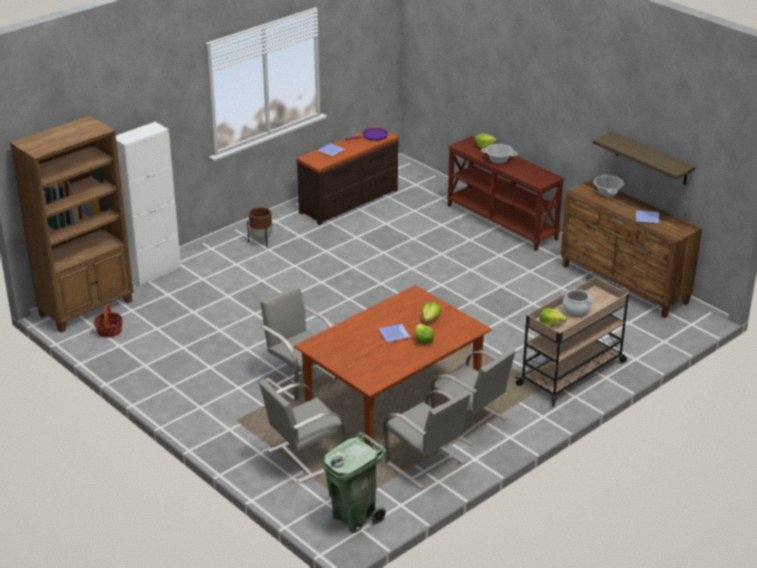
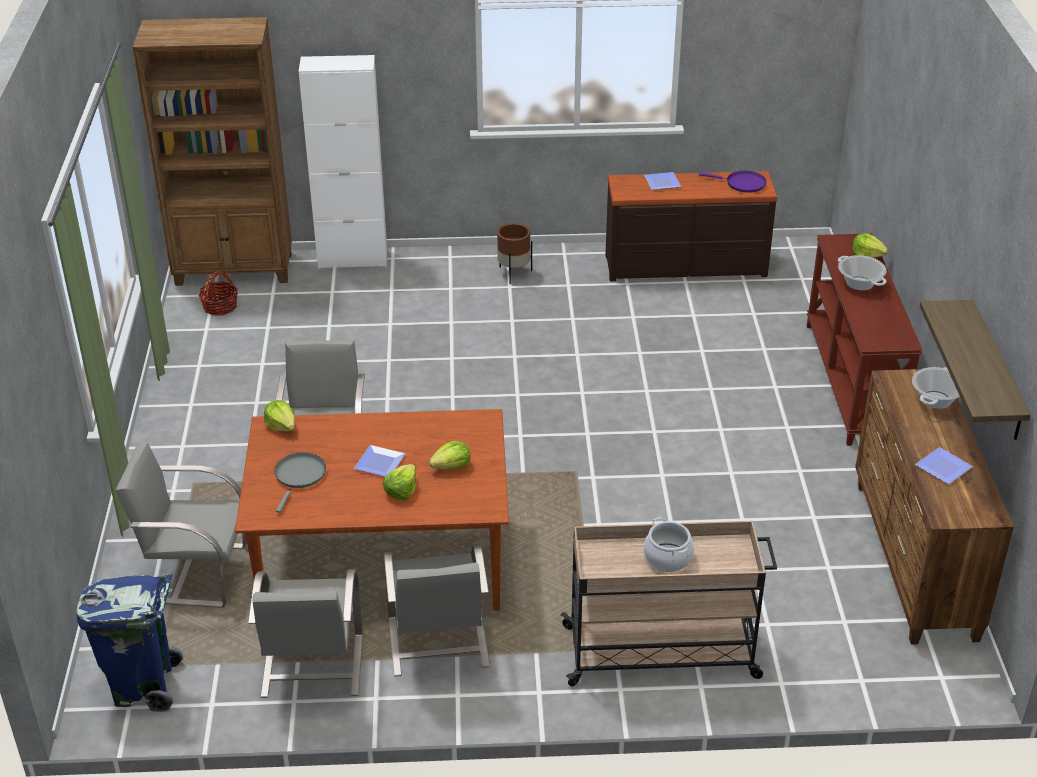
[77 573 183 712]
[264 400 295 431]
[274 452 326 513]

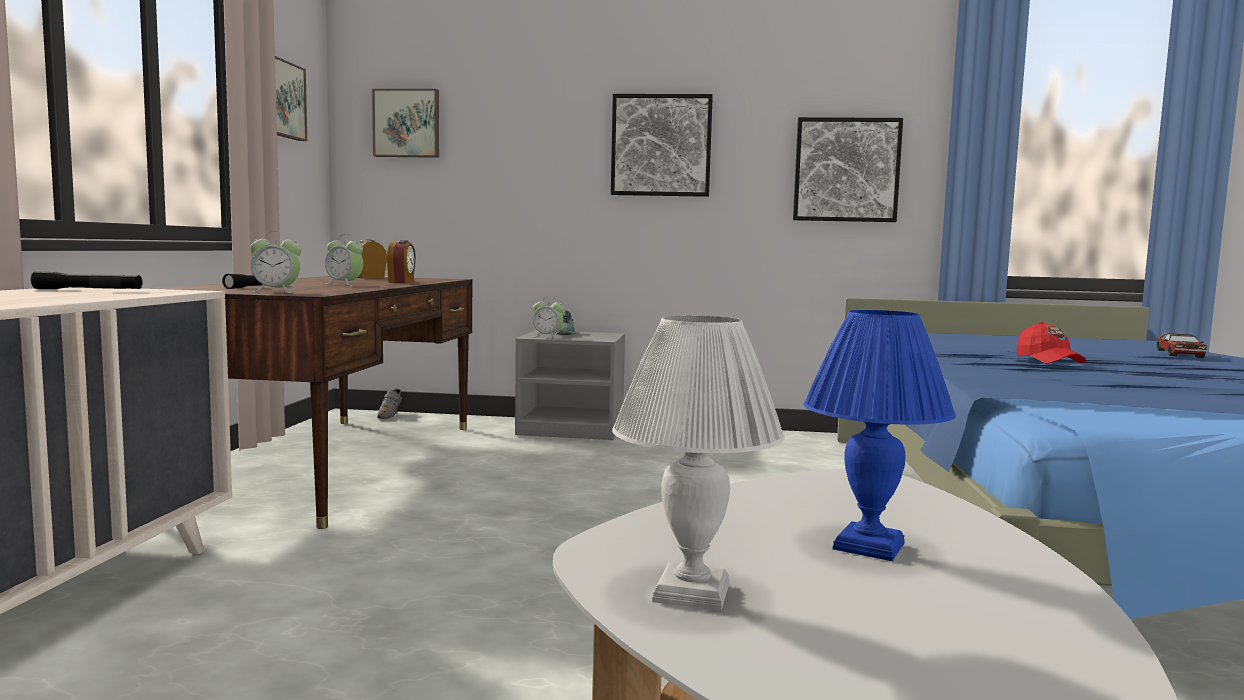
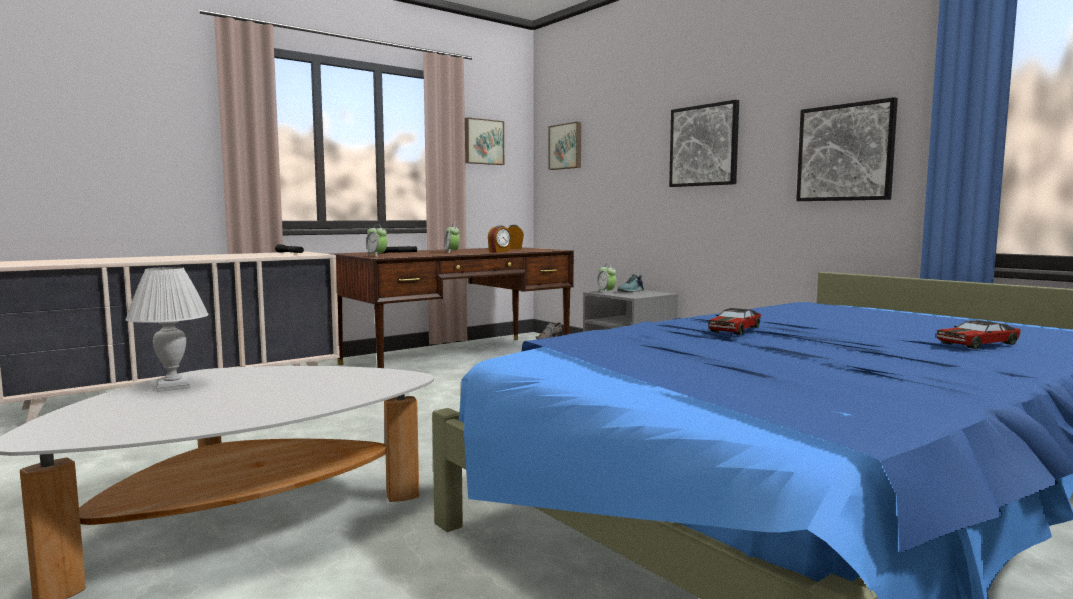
[709 308 761 335]
[803 310 956 561] (first image)

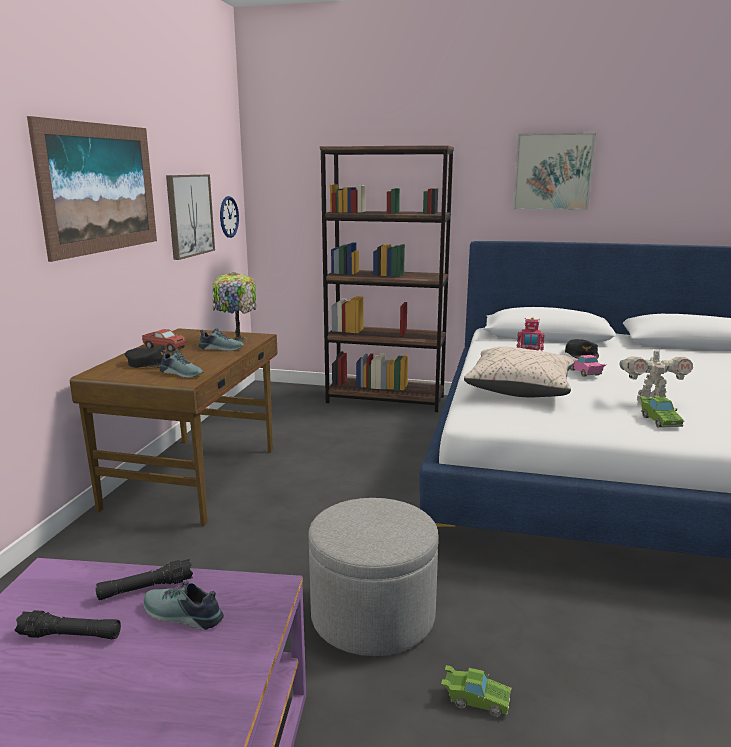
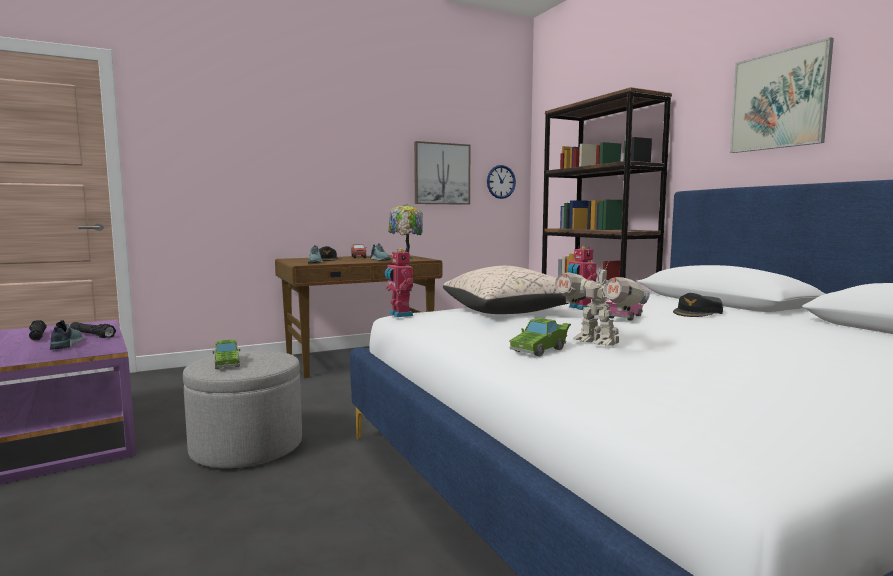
[213 339 240 369]
[385 248 413 317]
[27 116 157 262] (first image)

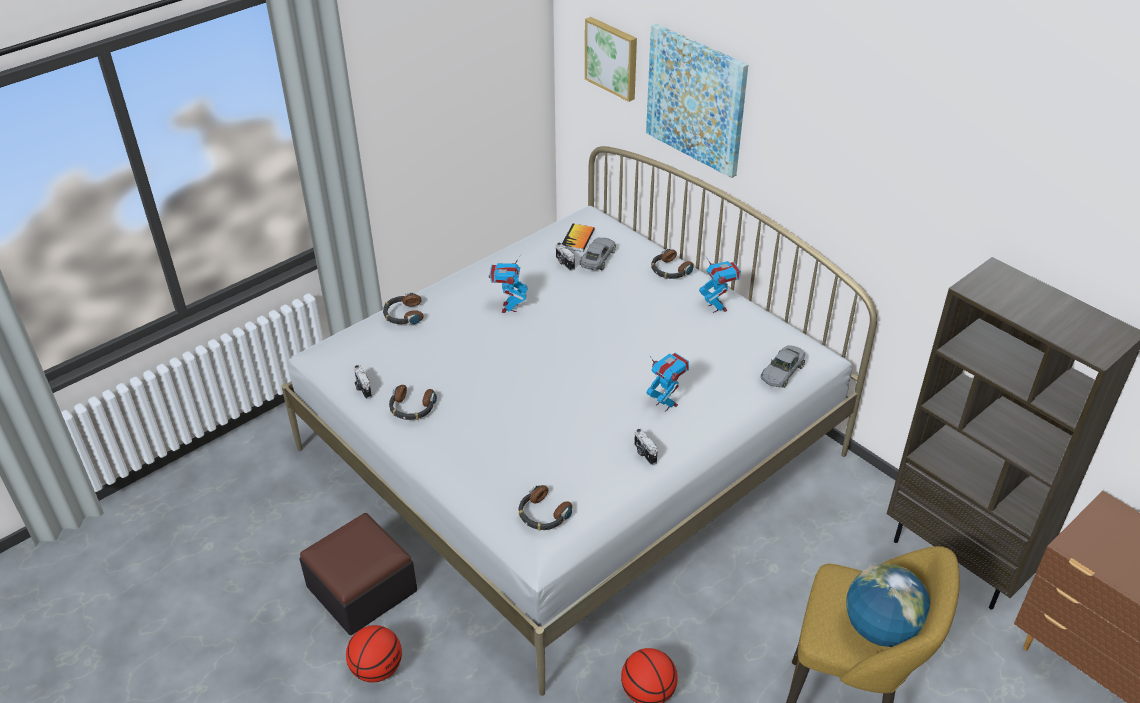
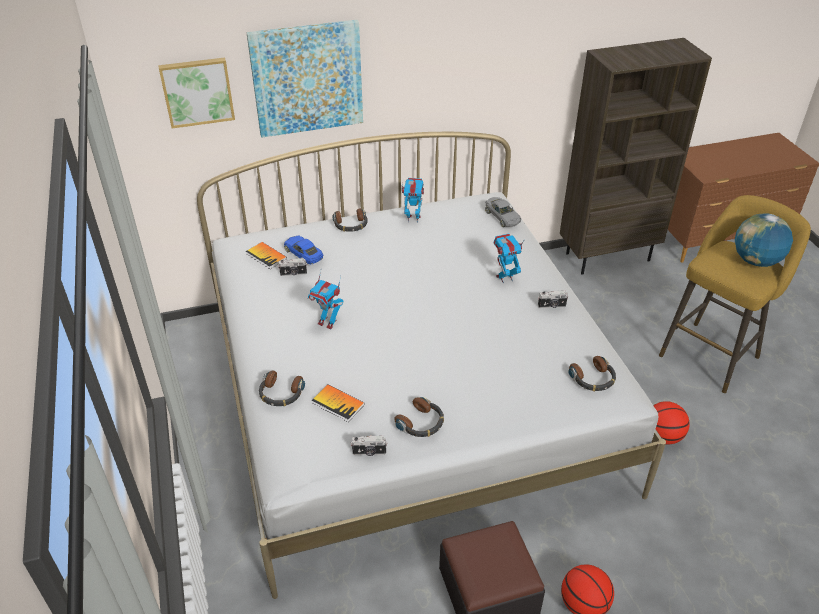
[284 235 324 265]
[312 384 365 422]

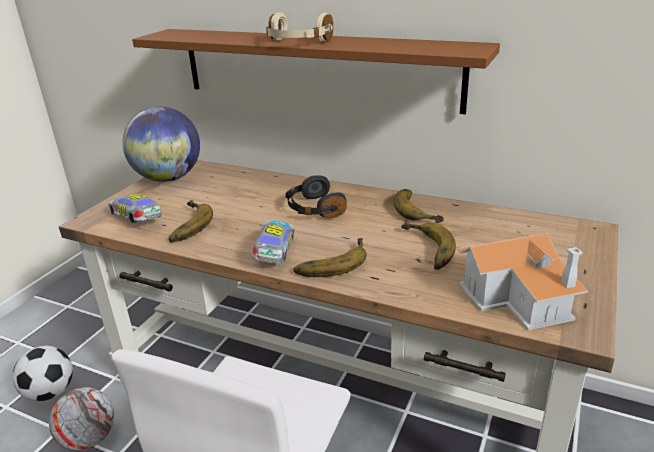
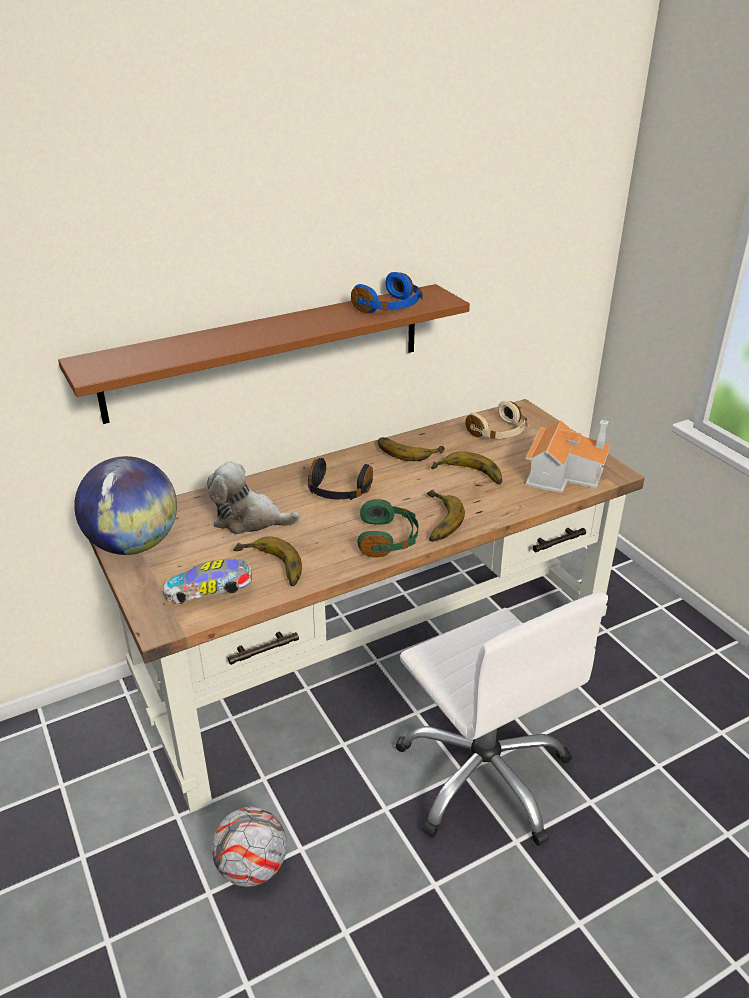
[207 462 300 535]
[351 272 423 313]
[358 499 418 557]
[465 401 528 439]
[12 346 73 401] (first image)

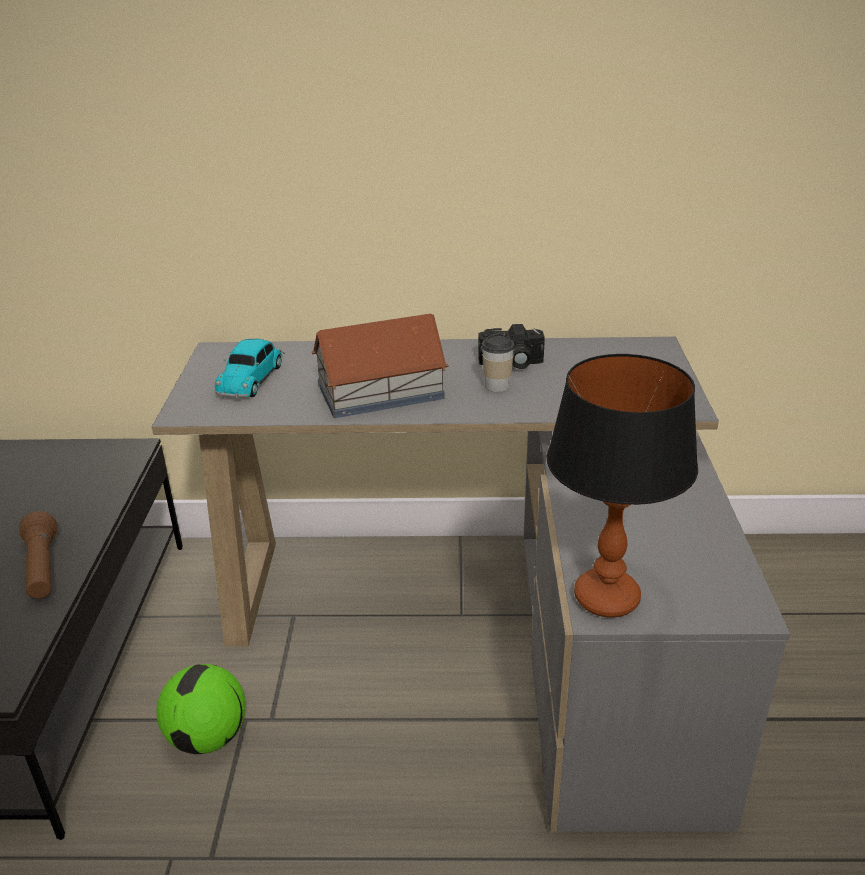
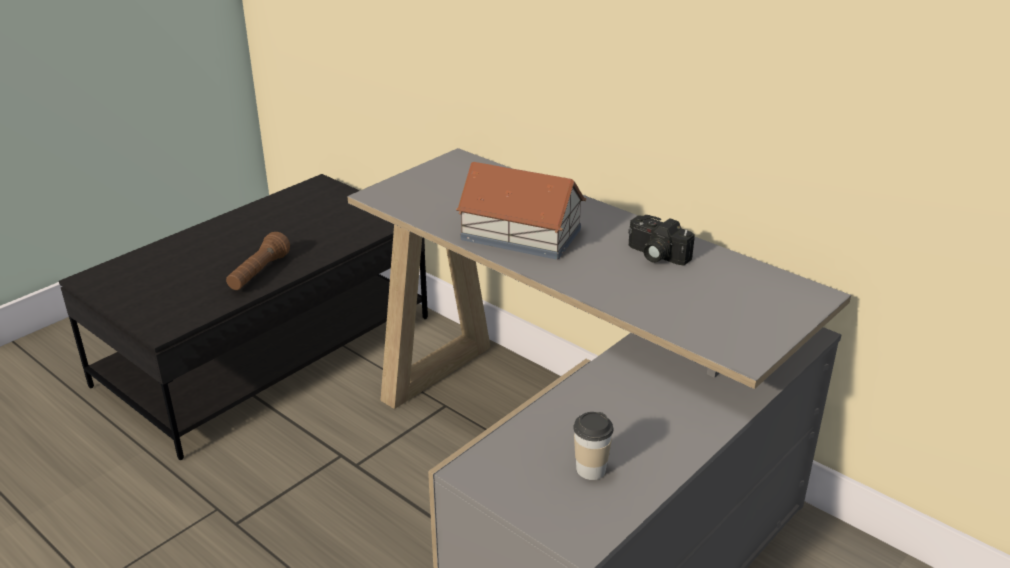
[573 412 613 480]
[156 664 246 754] (first image)
[214 339 285 398] (first image)
[547 354 698 618] (first image)

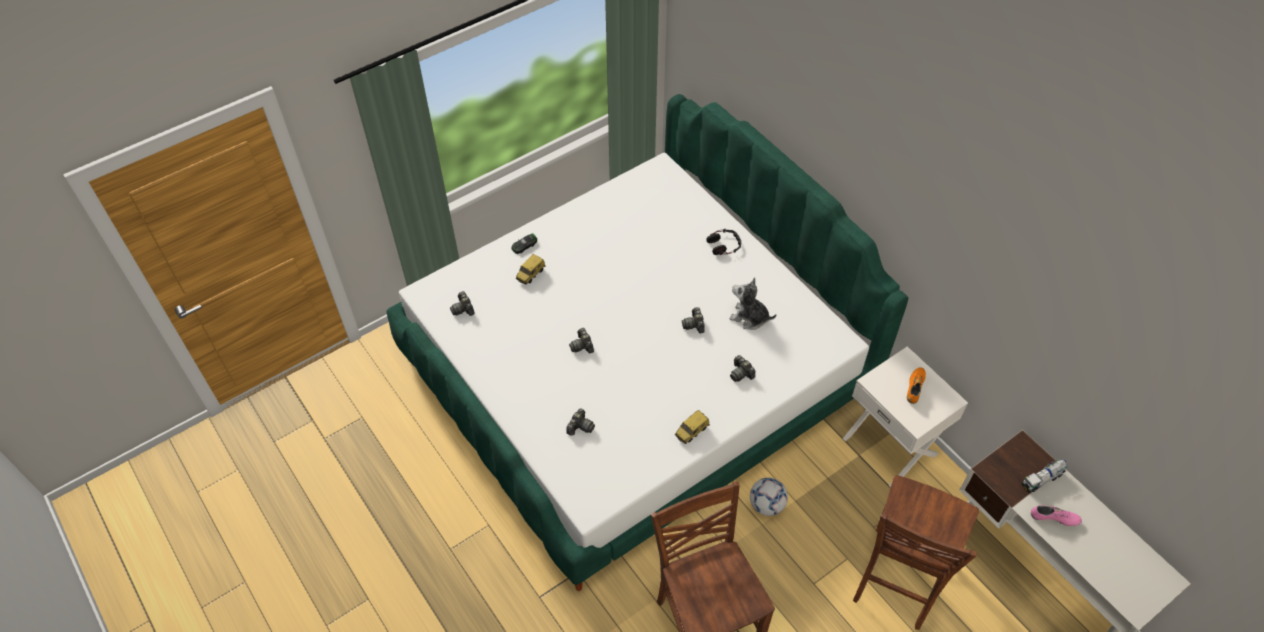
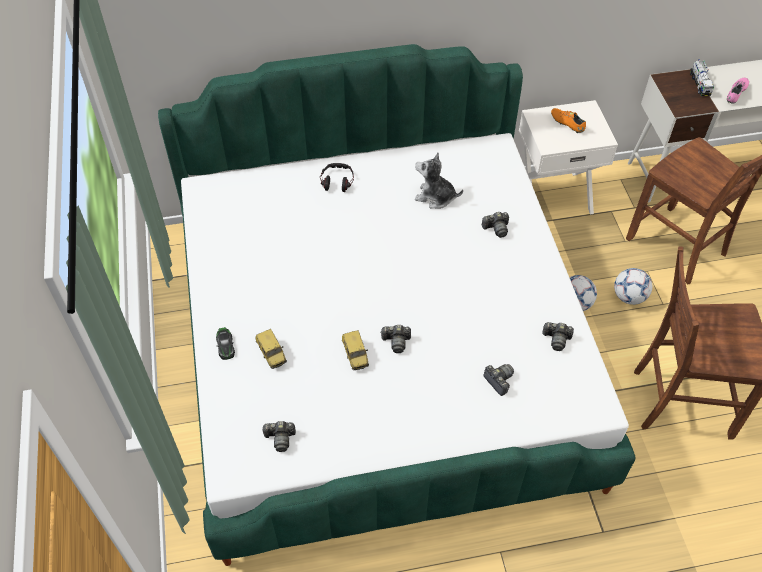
[342 330 369 370]
[415 153 463 209]
[542 322 574 351]
[614 268 652 305]

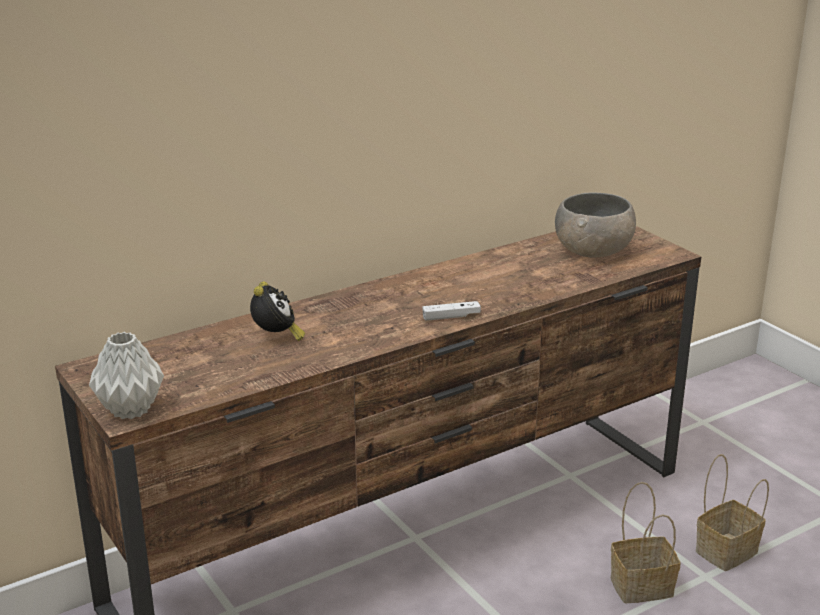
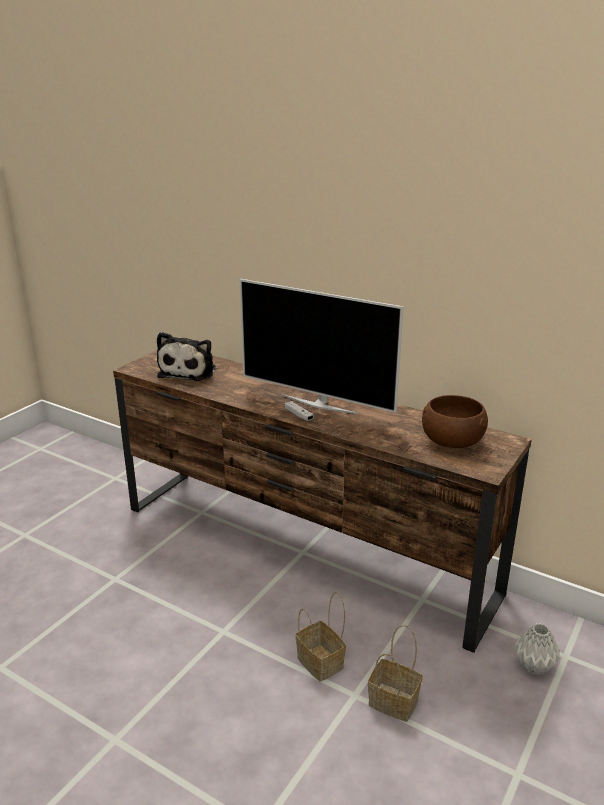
[157 332 216 381]
[239 279 404 415]
[422 395 488 448]
[514 624 560 675]
[250 282 305 341] (first image)

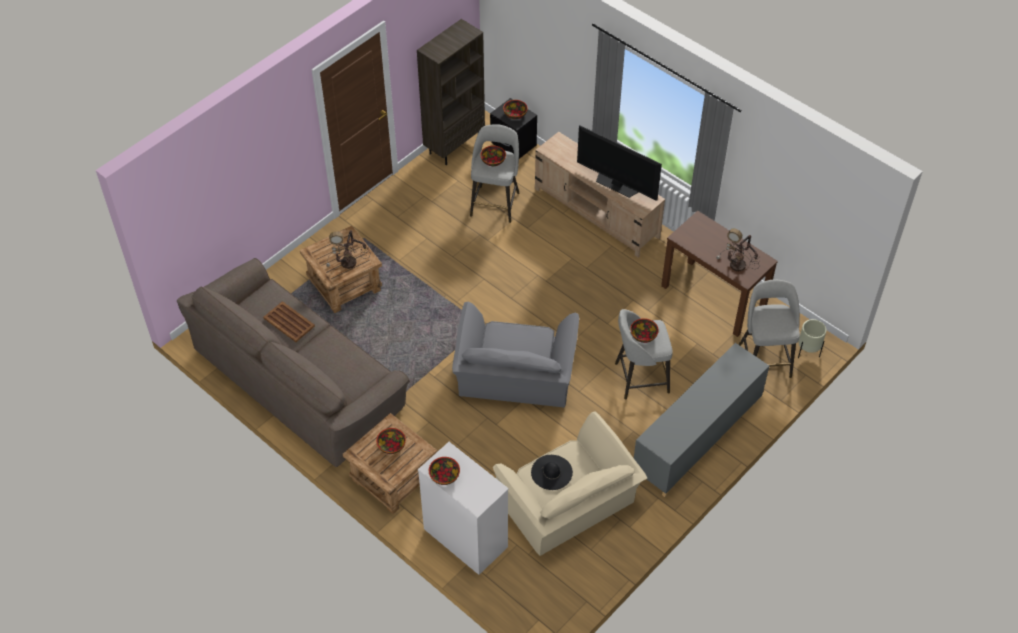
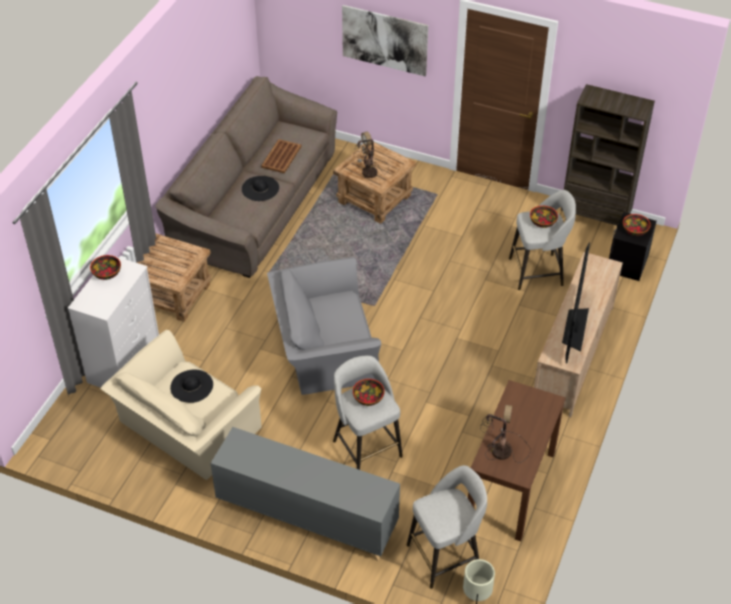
[242 176 279 201]
[342 5 428 77]
[376 428 406 454] (first image)

